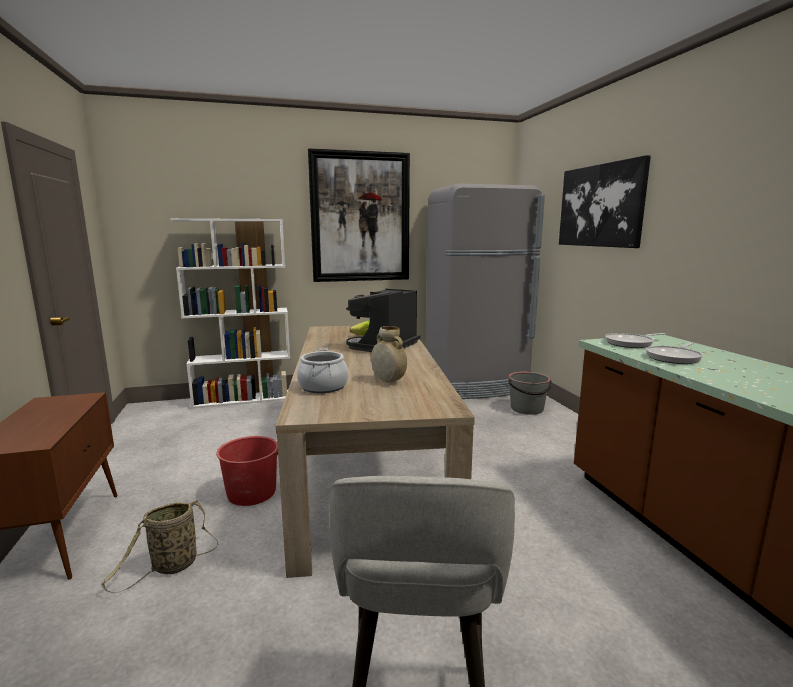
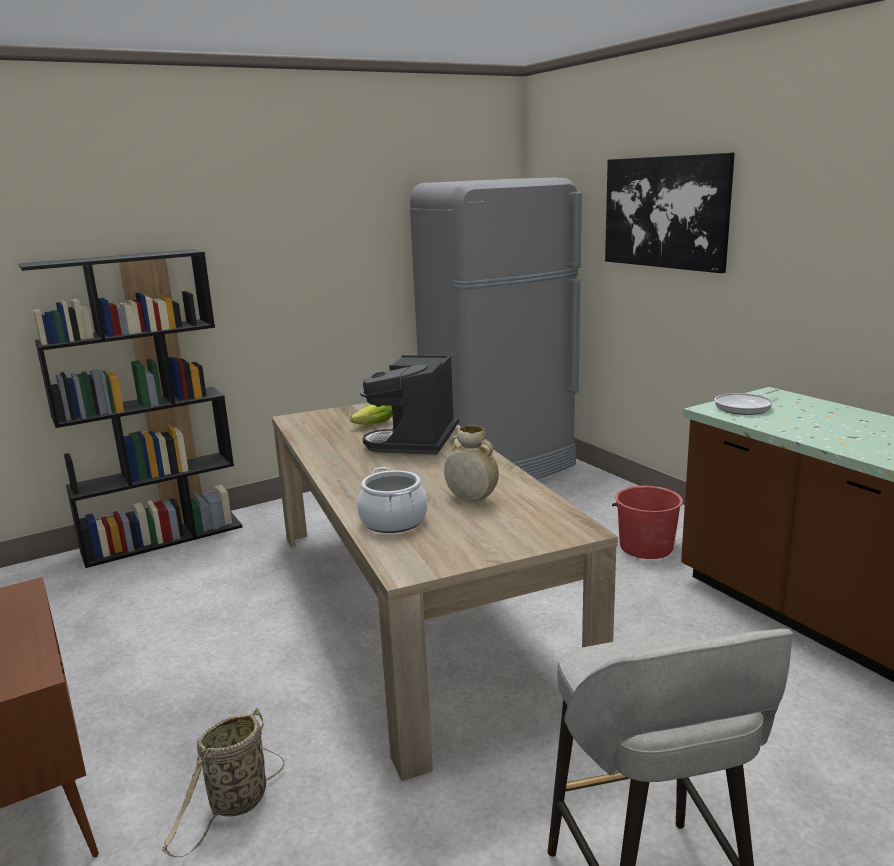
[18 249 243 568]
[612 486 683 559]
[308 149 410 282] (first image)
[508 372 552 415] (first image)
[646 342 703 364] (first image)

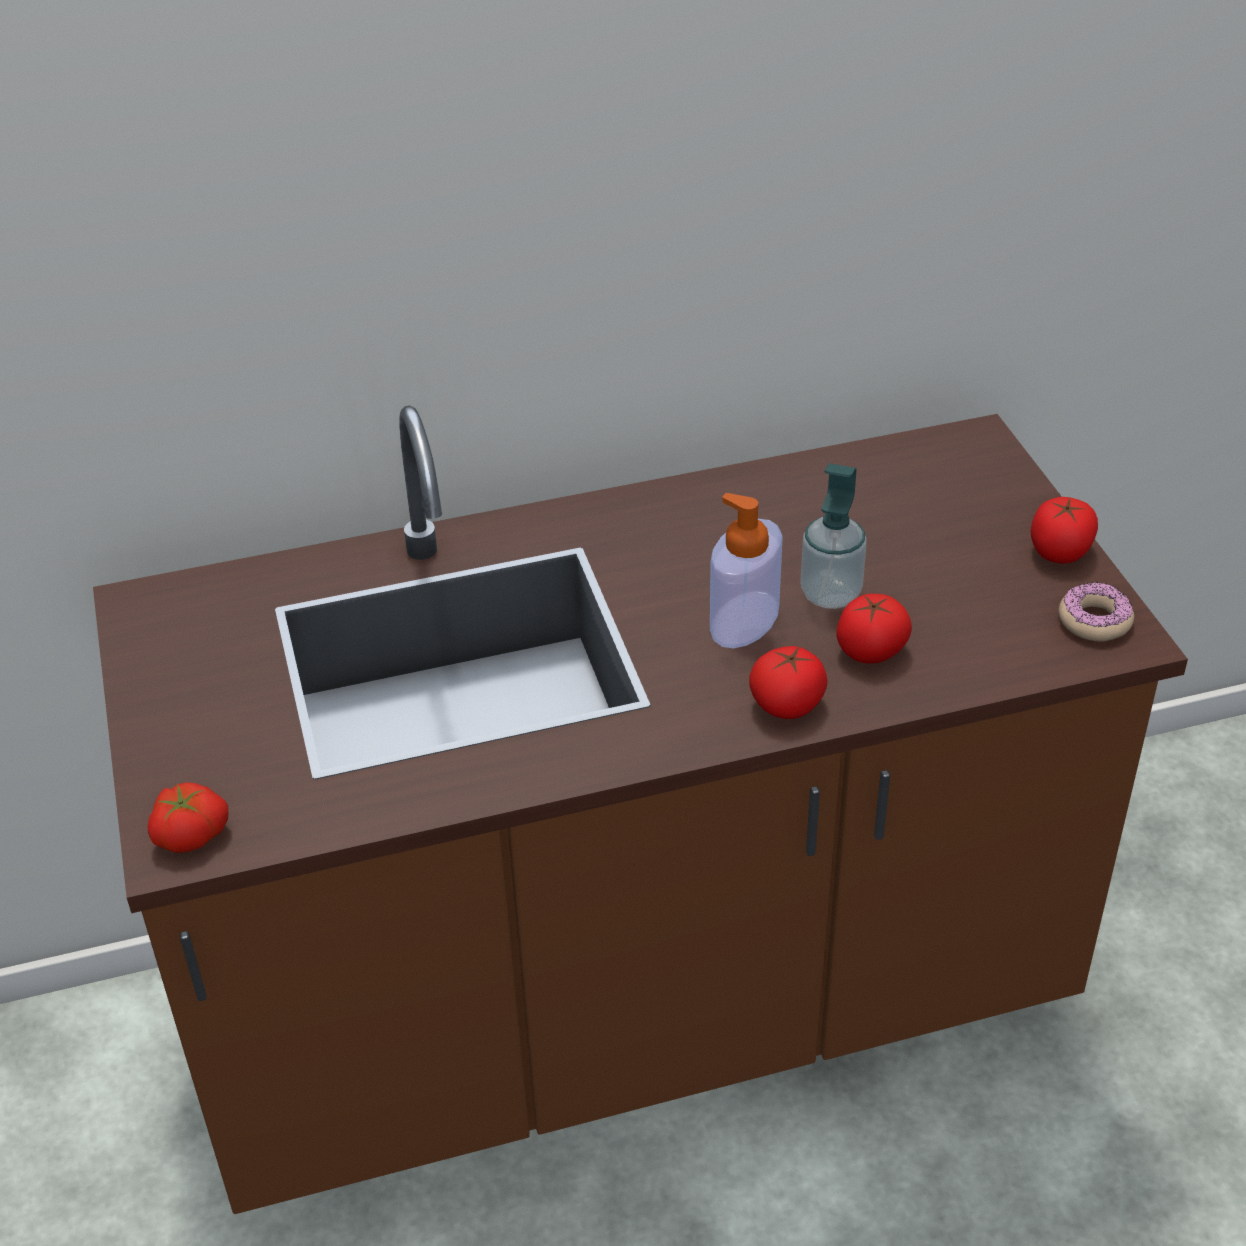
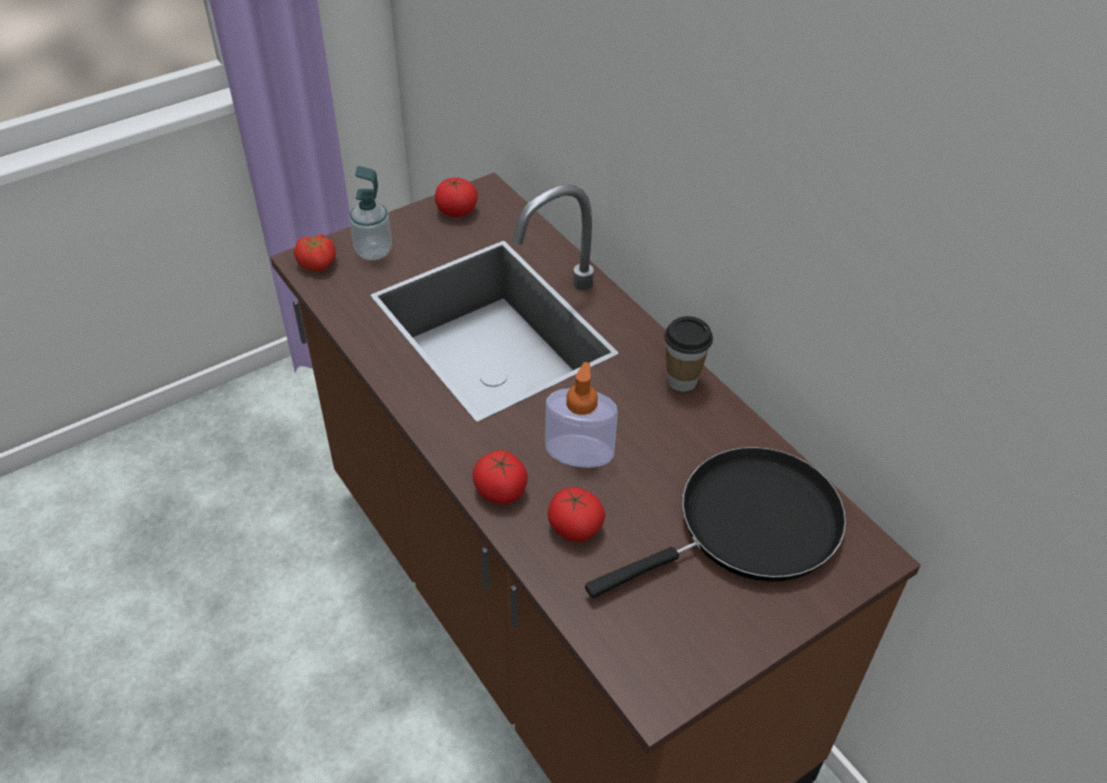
[349 166 392 260]
[435 178 478 217]
[585 447 846 598]
[664 316 713 392]
[1059 581 1134 641] (first image)

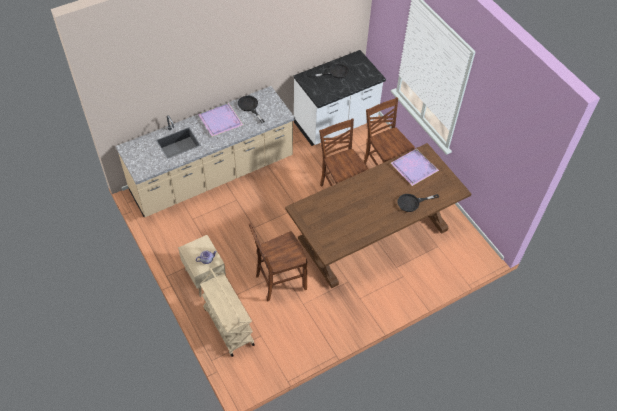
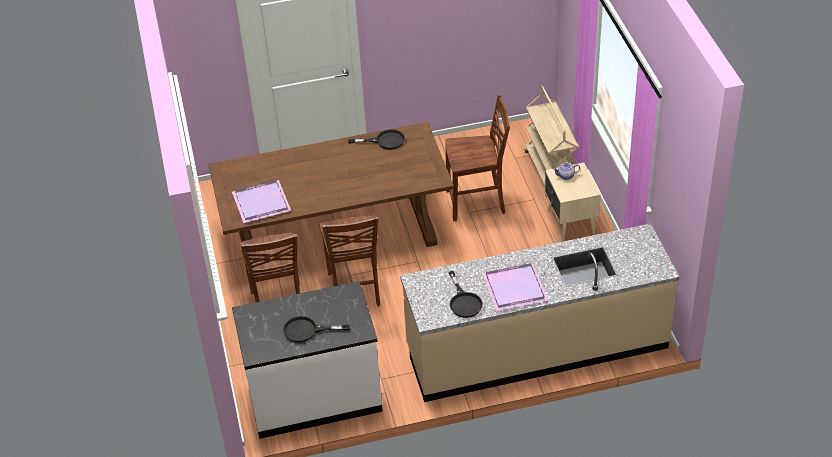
[348 129 405 150]

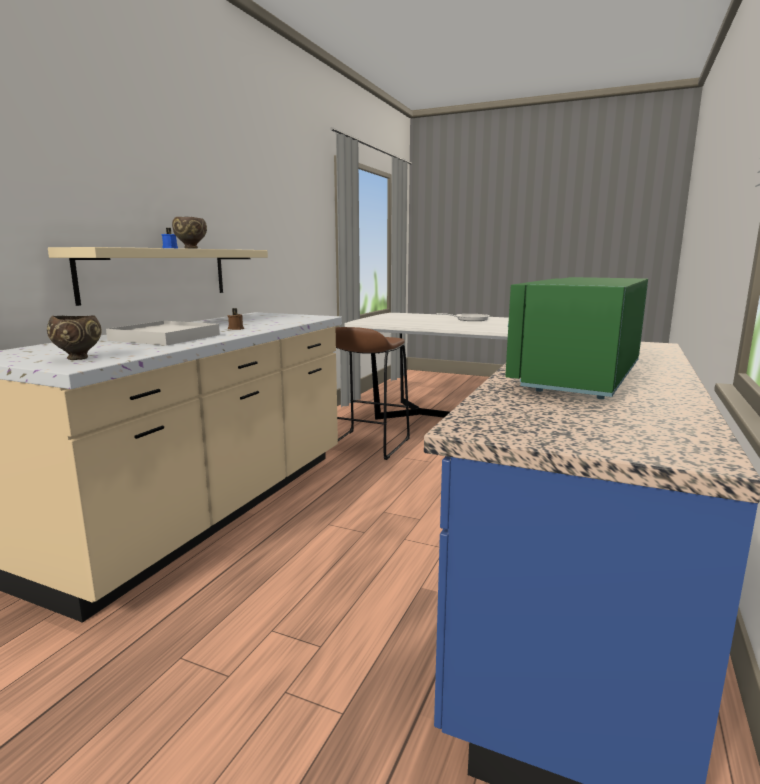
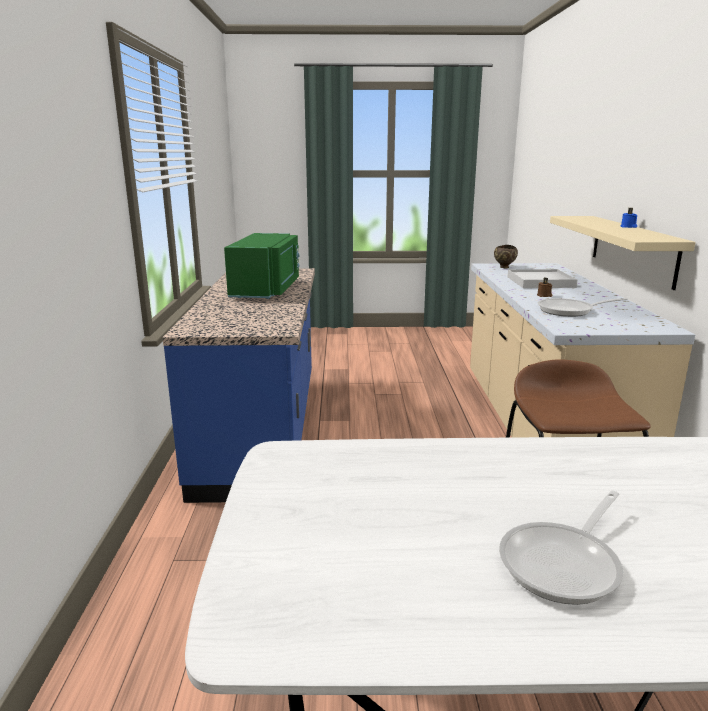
[538 298 628 317]
[172 217 207 249] (first image)

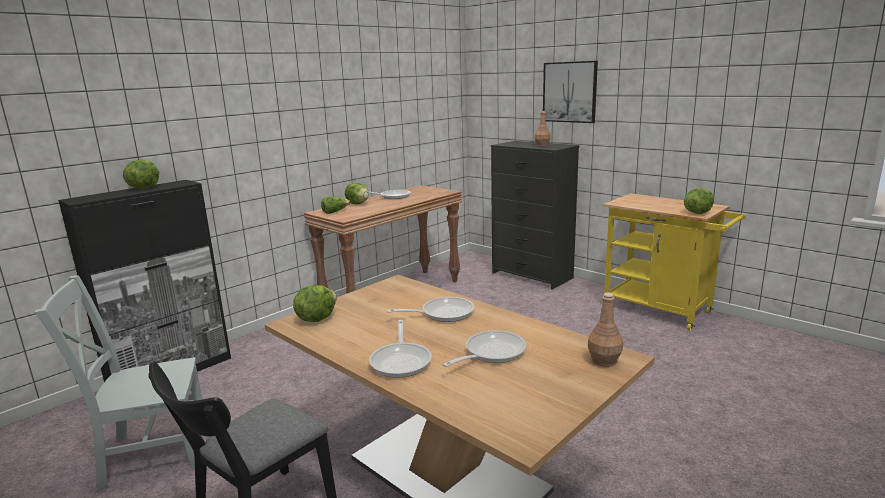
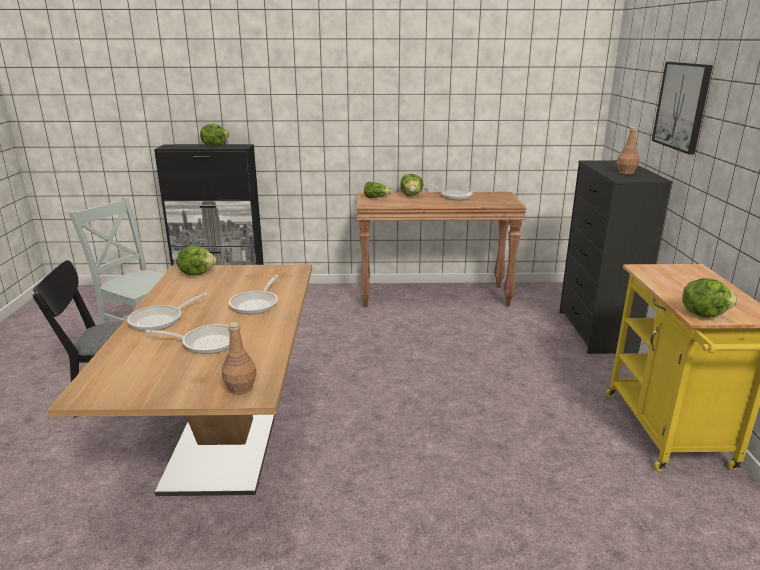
[229 275 278 314]

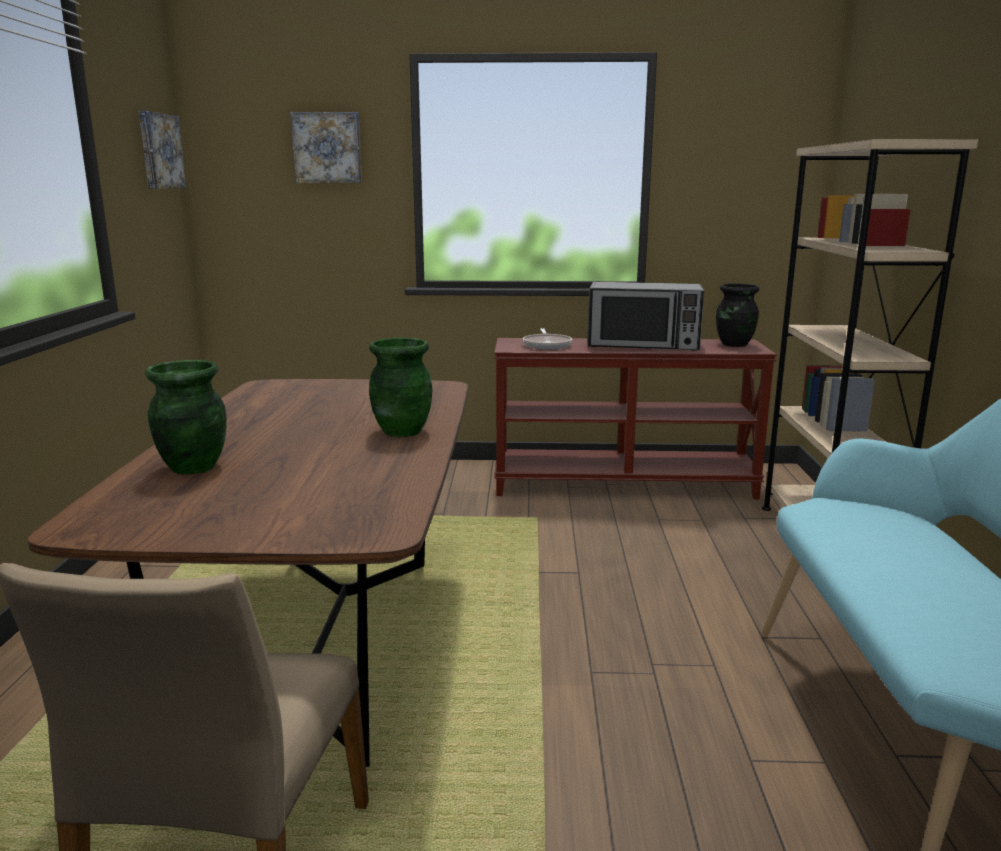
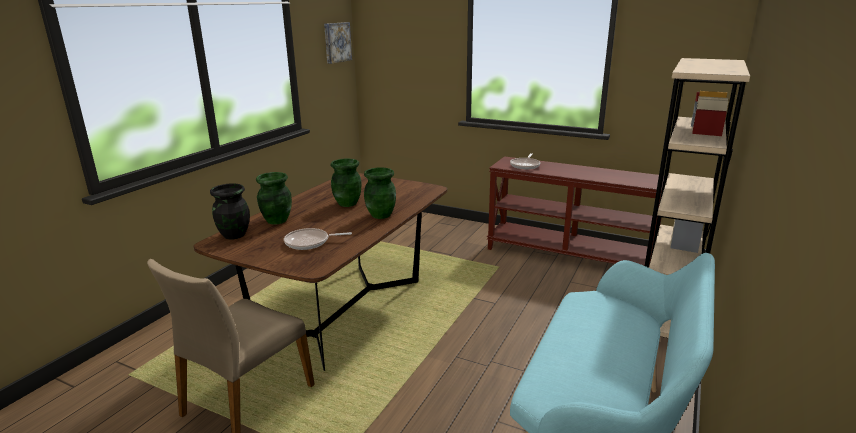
[210 183 250 239]
[284 228 352 250]
[331 158 362 207]
[290 112 362 183] (first image)
[587 282 704 351] (first image)

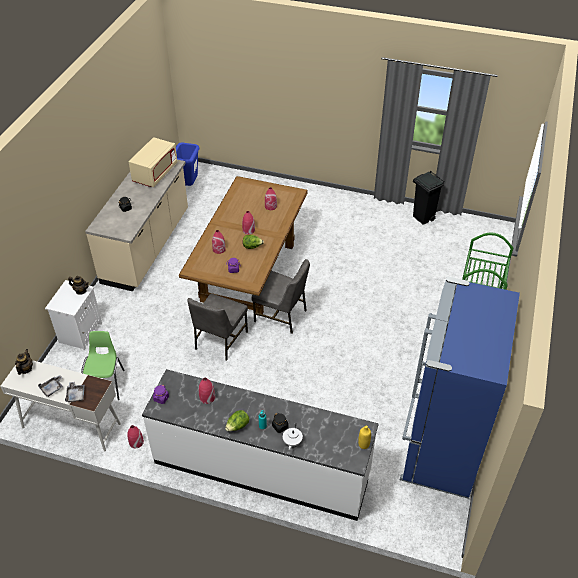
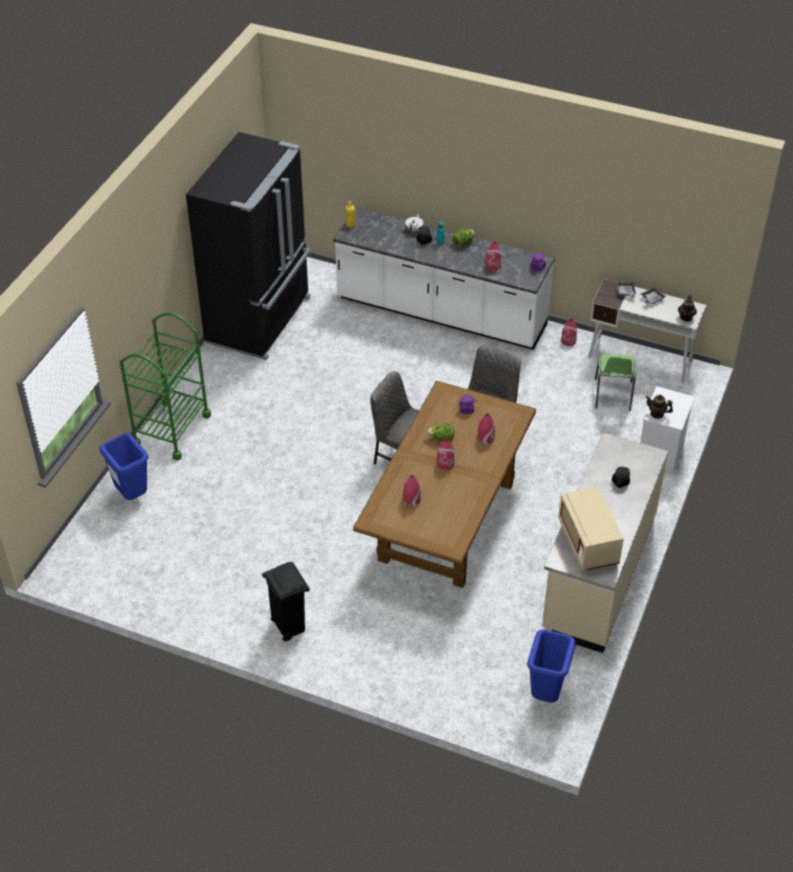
[100 433 149 500]
[186 132 310 360]
[262 562 310 641]
[558 487 624 570]

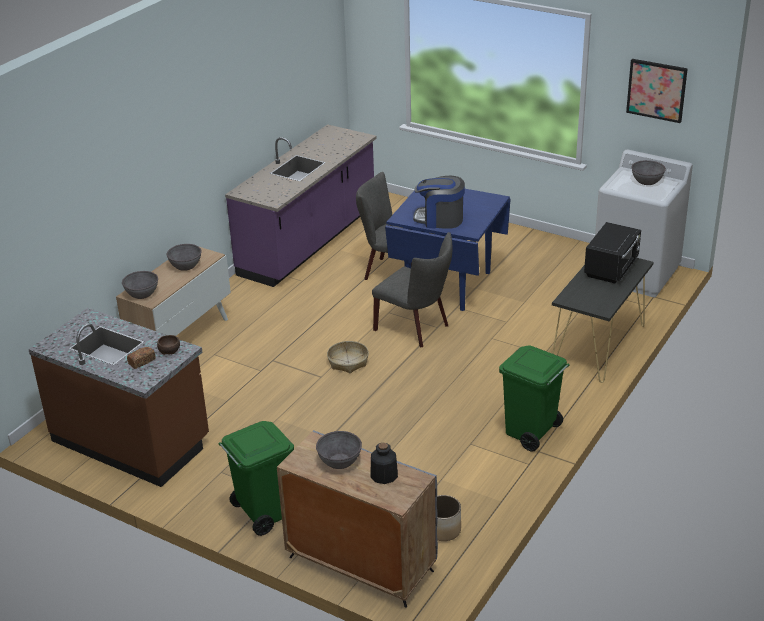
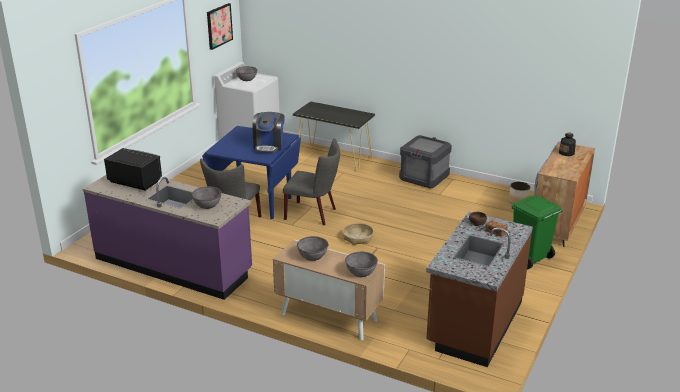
[104 148 162 191]
[192 187 222 209]
[283 138 340 225]
[399 135 452 188]

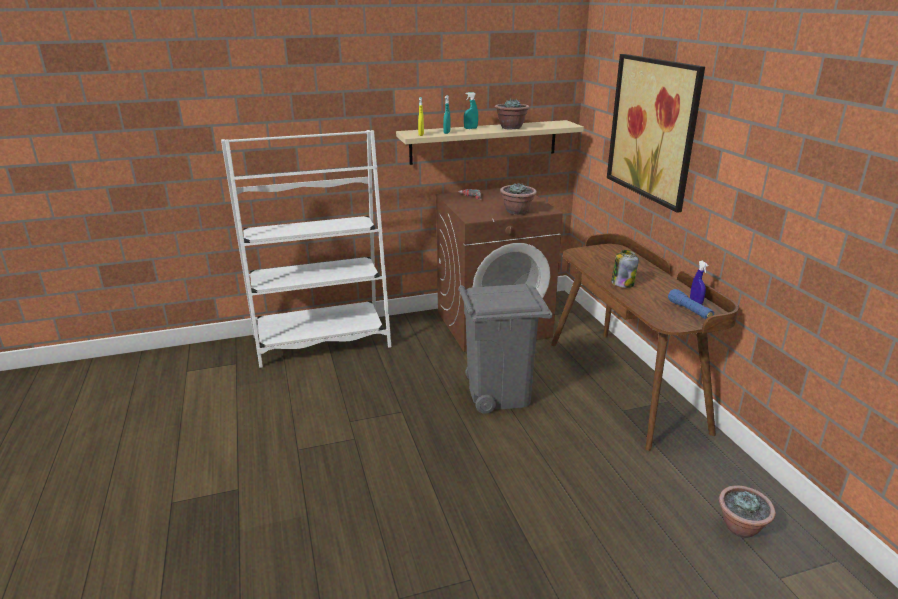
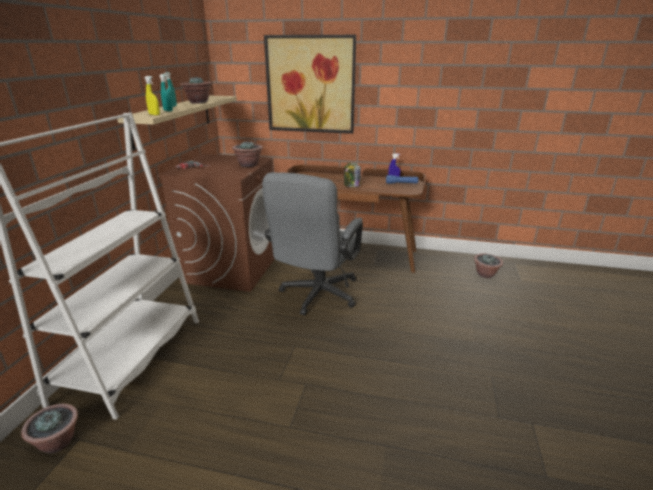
[21 404 78 453]
[262 172 363 315]

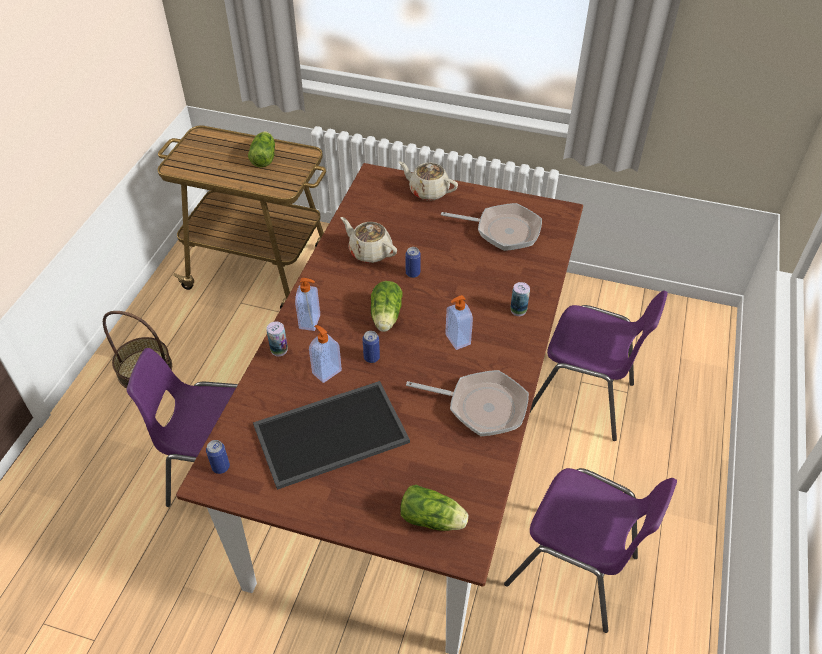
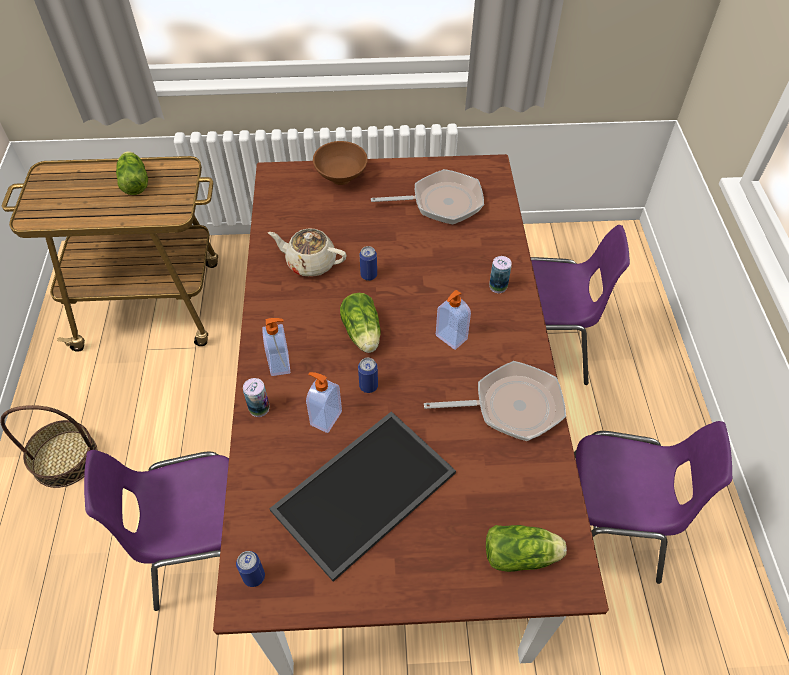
[313 141 368 185]

